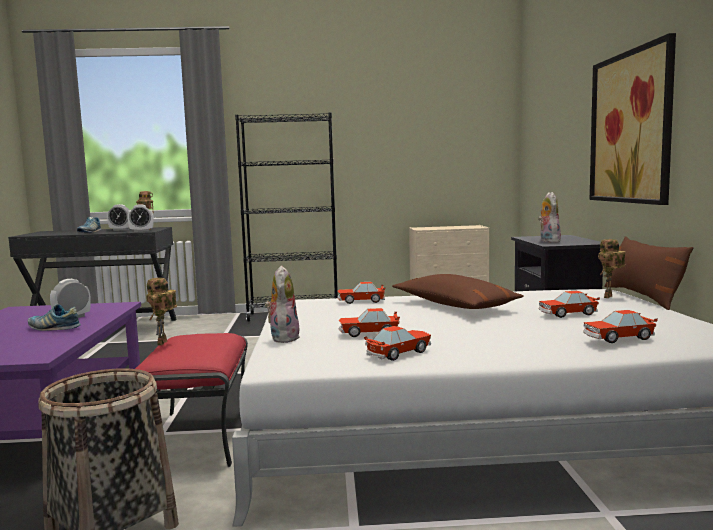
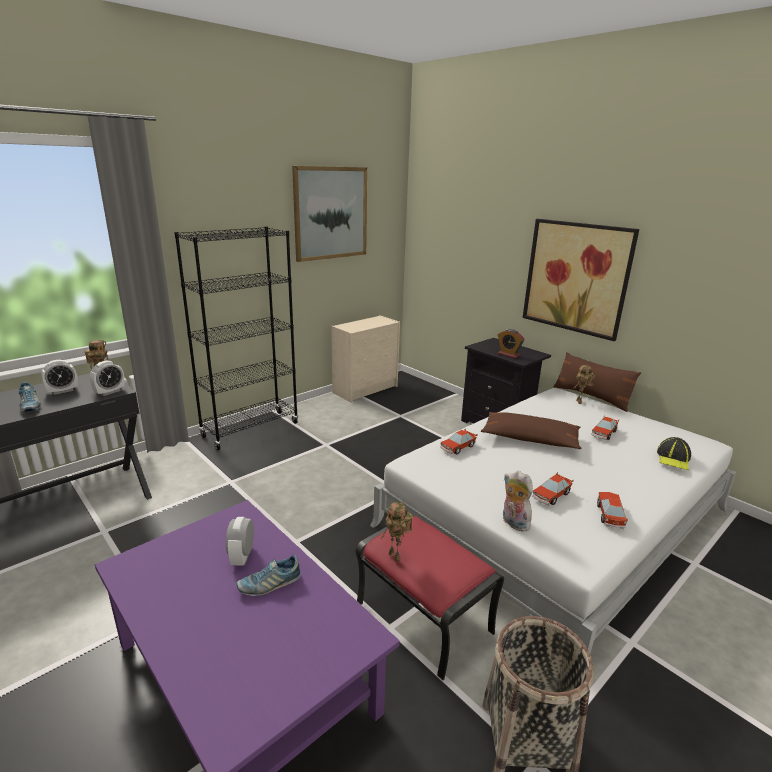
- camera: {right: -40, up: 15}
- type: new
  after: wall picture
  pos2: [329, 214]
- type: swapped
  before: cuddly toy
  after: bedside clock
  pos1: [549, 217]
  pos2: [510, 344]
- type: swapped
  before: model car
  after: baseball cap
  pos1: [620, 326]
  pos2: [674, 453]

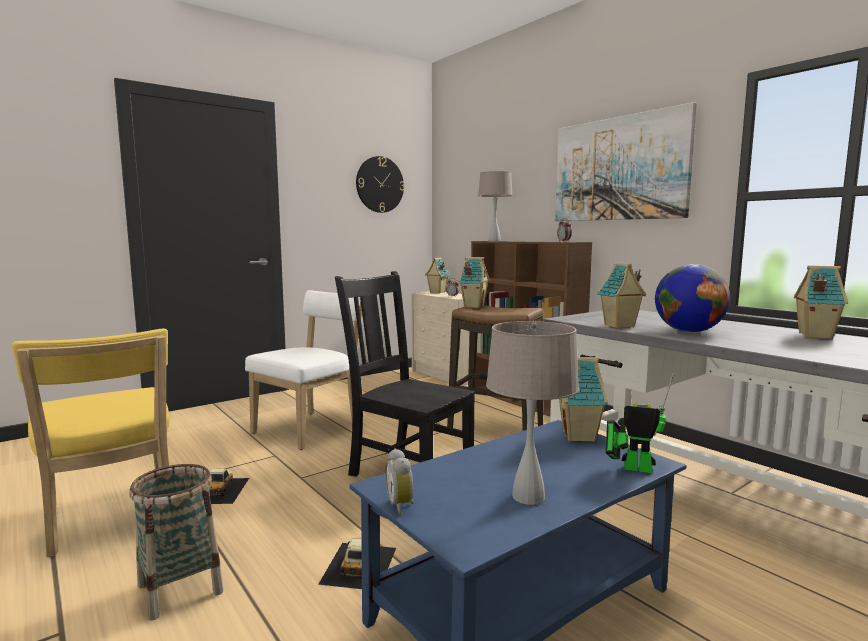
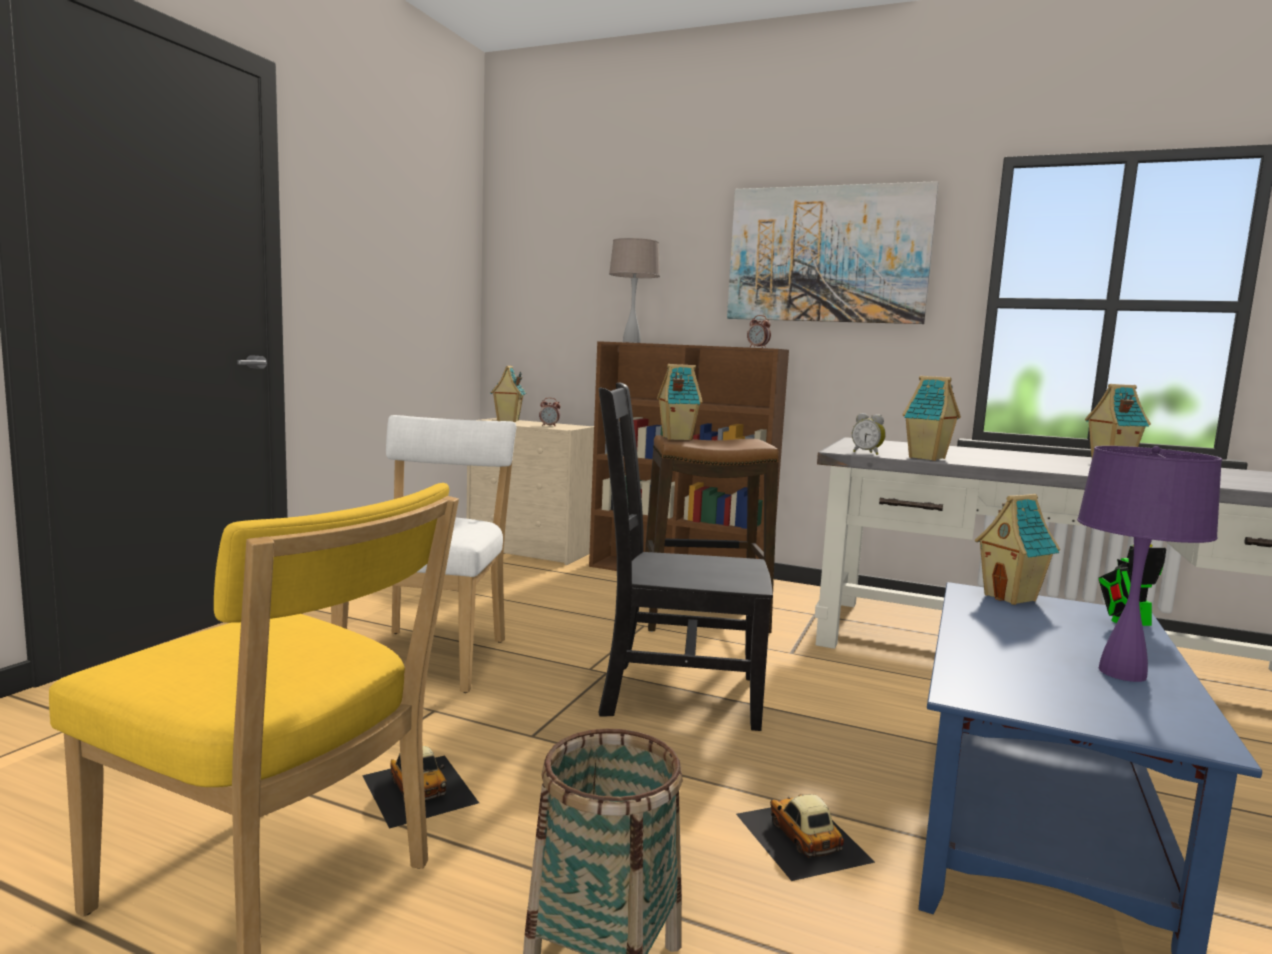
- camera: {right: -30, up: 0}
- type: shifted
  before: bedside clock
  pos1: [399, 481]
  pos2: [869, 434]
- type: repainted
  before: beige-coloured lamp for a table
  after: purple-coloured lamp for a table
  pos1: [532, 413]
  pos2: [1149, 564]
- type: gone
  before: hanging clock
  pos1: [380, 184]
- type: gone
  before: globe
  pos1: [692, 298]

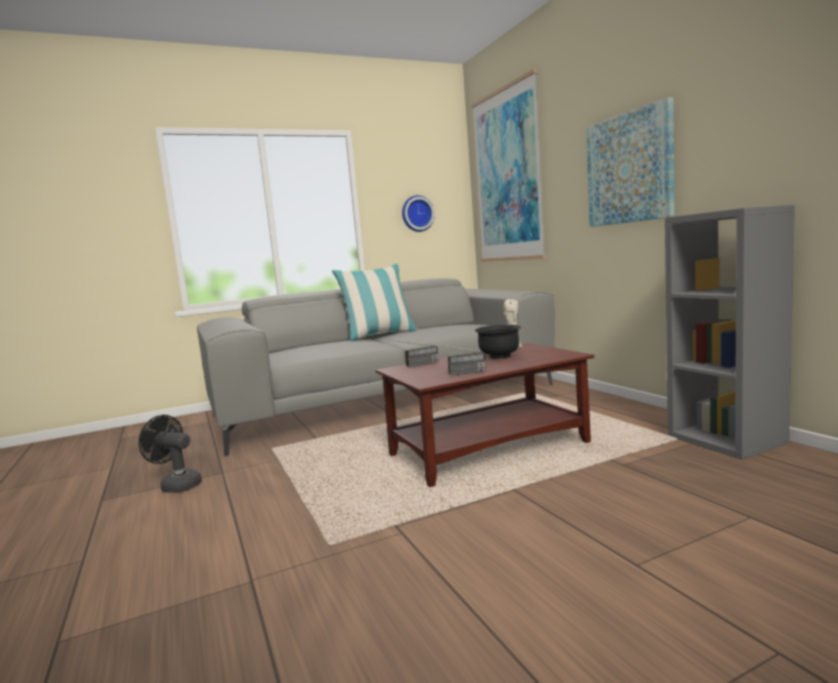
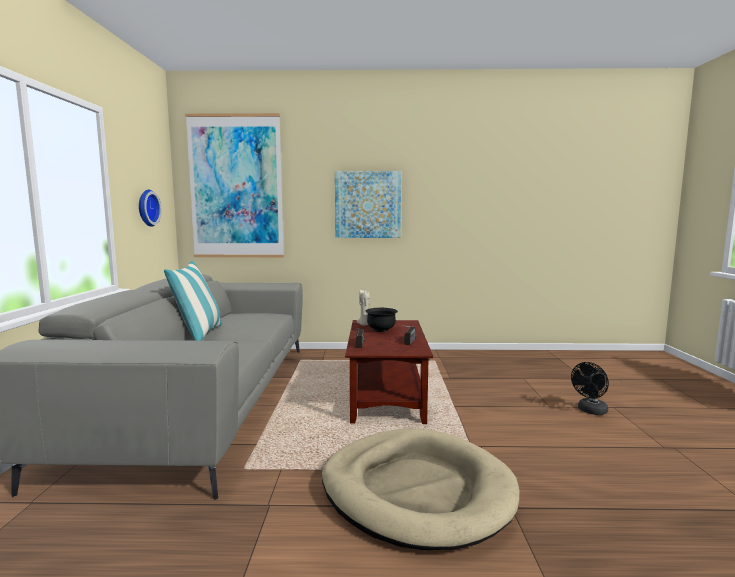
- camera: {right: -65, up: 0}
- type: new
  after: beige-coloured dog cushion
  pos2: [420, 489]
- type: shifted
  before: black cooling fan
  pos1: [170, 454]
  pos2: [590, 388]
- type: gone
  before: grey bookcase
  pos1: [730, 332]

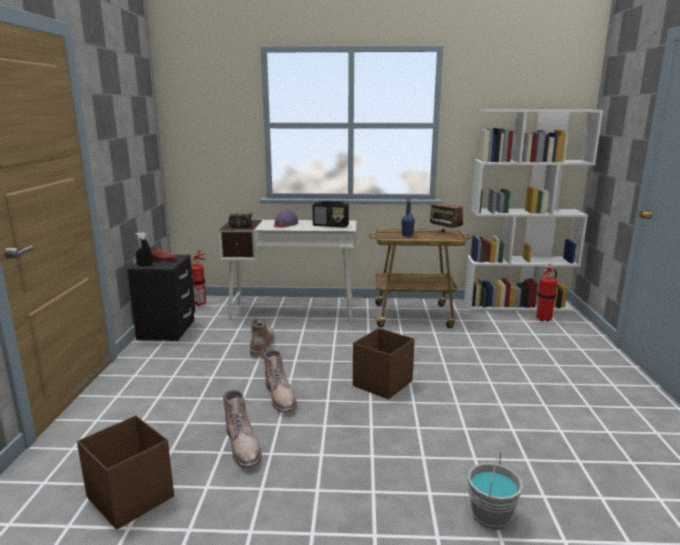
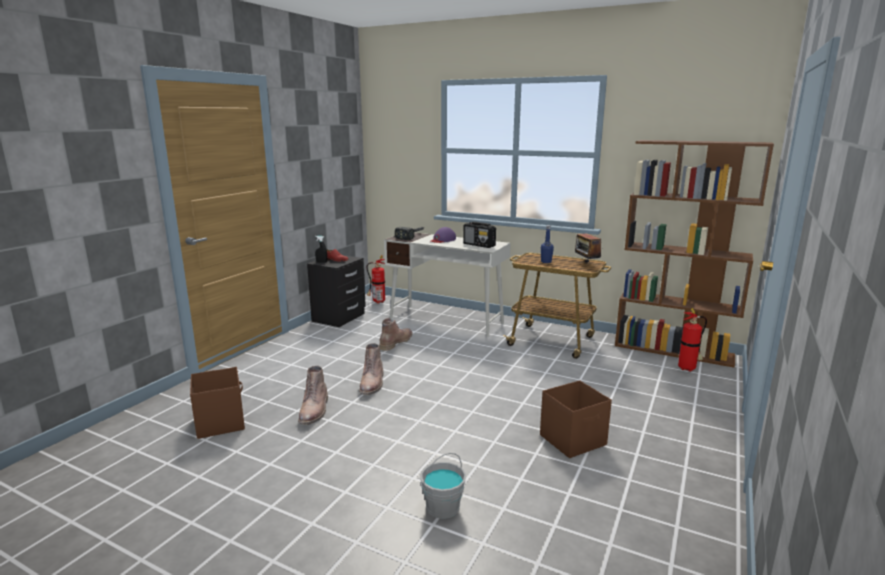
- camera: {right: 25, up: 0}
- type: shifted
  before: brown storage container
  pos1: [383, 363]
  pos2: [576, 419]
- type: repainted
  before: white-coloured bookcase
  after: brown bookcase
  pos1: [533, 211]
  pos2: [694, 254]

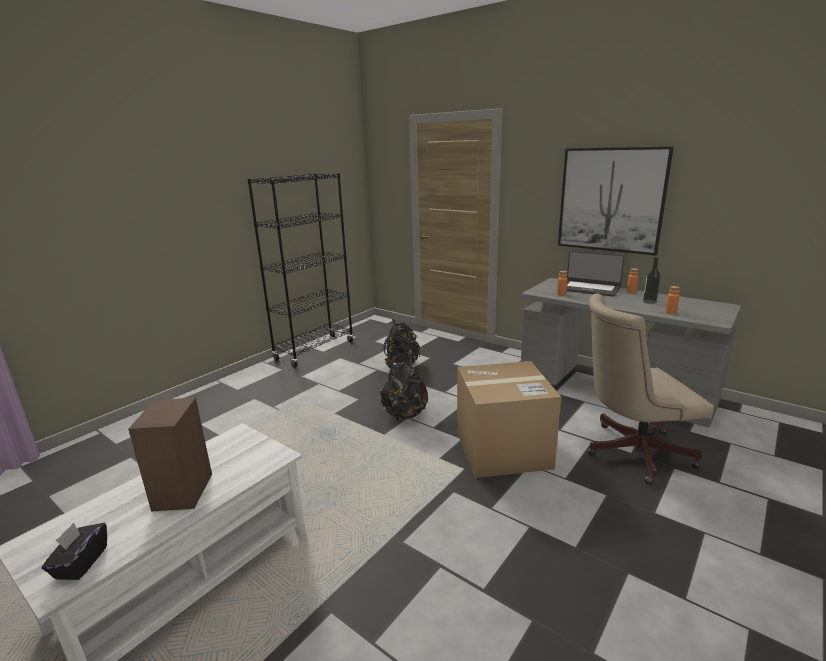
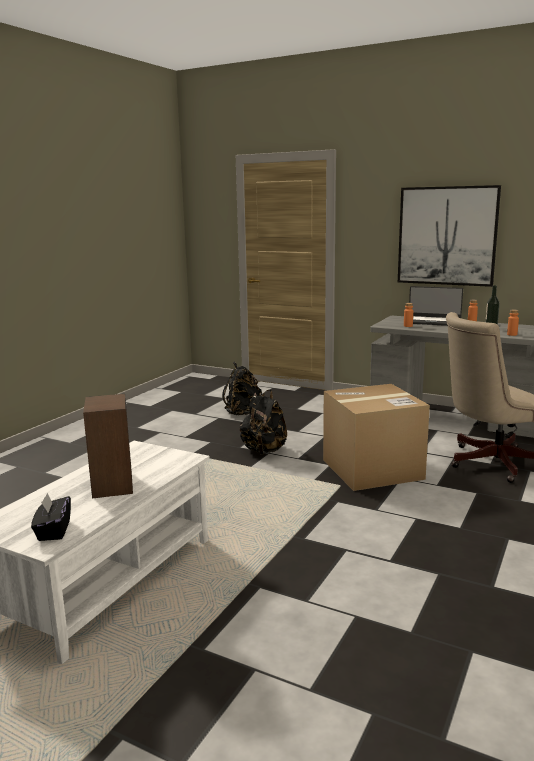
- camera: {right: -10, up: -5}
- type: gone
  before: black bookcase
  pos1: [300, 270]

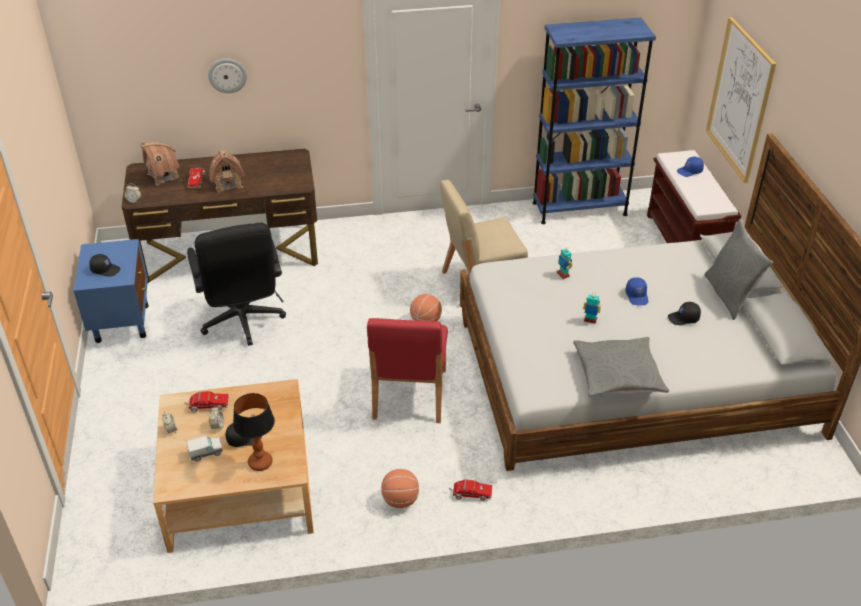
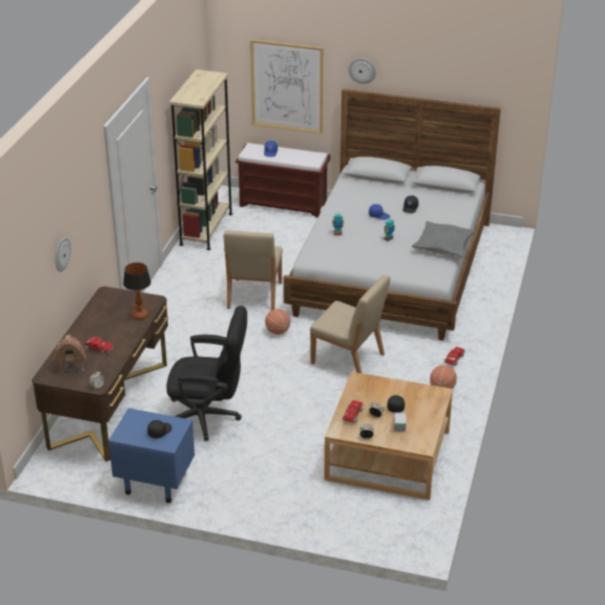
- camera: {right: -65, up: -5}
- type: shifted
  before: lamp for a table
  pos1: [254, 432]
  pos2: [137, 291]
- type: repainted
  before: blue bookcase
  after: beige-coloured bookcase
  pos1: [594, 121]
  pos2: [201, 159]
- type: repainted
  before: red-coloured plain chair
  after: beige-coloured plain chair
  pos1: [407, 370]
  pos2: [350, 324]
- type: new
  after: hanging clock
  pos2: [362, 71]
- type: gone
  before: toy house
  pos1: [227, 171]
- type: gone
  before: grey pillow
  pos1: [738, 269]

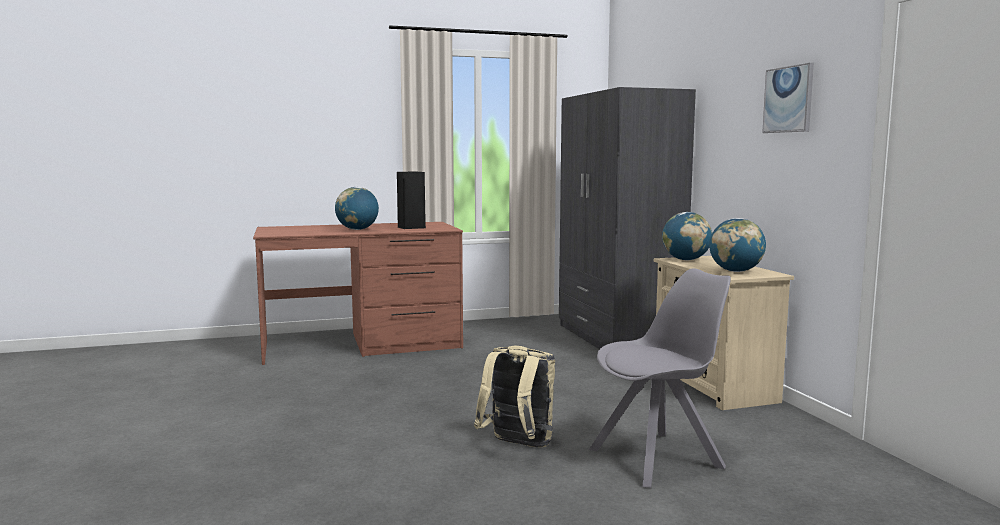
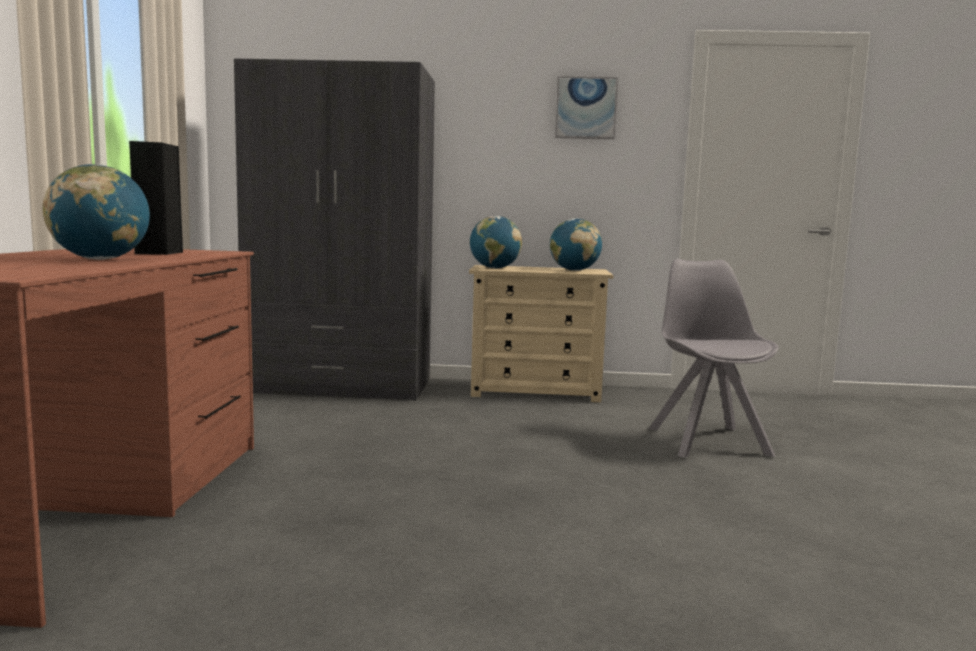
- camera: {right: -70, up: 0}
- type: gone
  before: beige-coloured knapsack
  pos1: [514, 396]

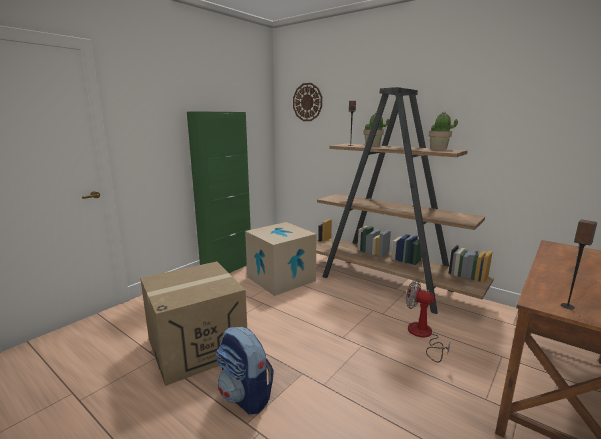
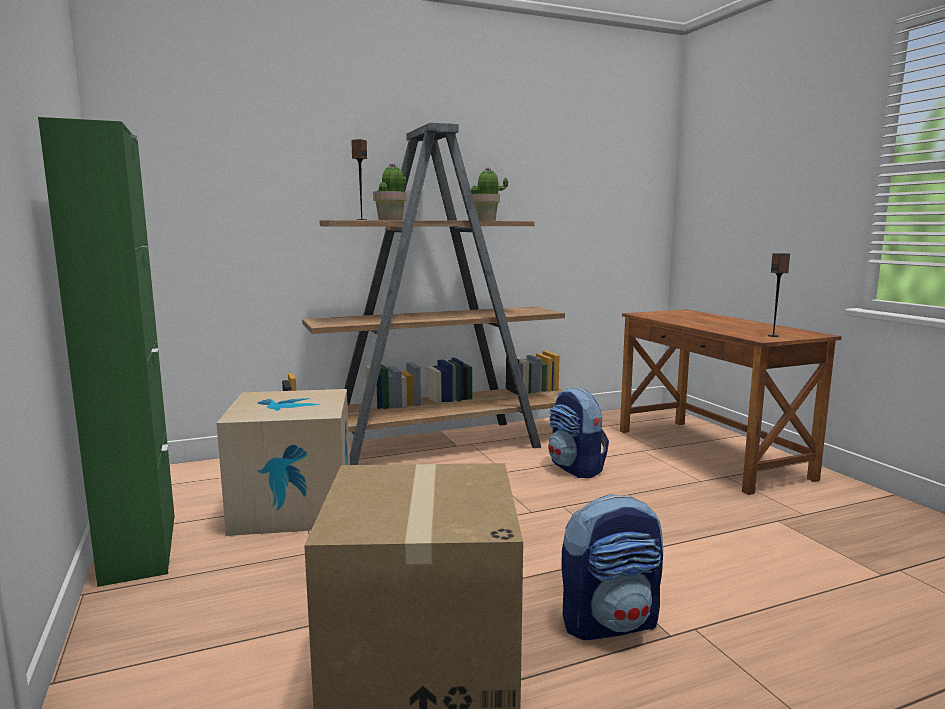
- camera: {right: -60, up: -5}
- type: swapped
  before: cooling fan
  after: knapsack
  pos1: [428, 321]
  pos2: [578, 432]
- type: gone
  before: hanging clock
  pos1: [307, 102]

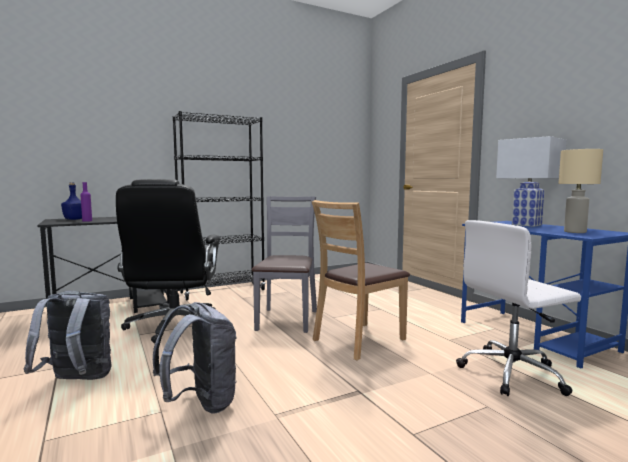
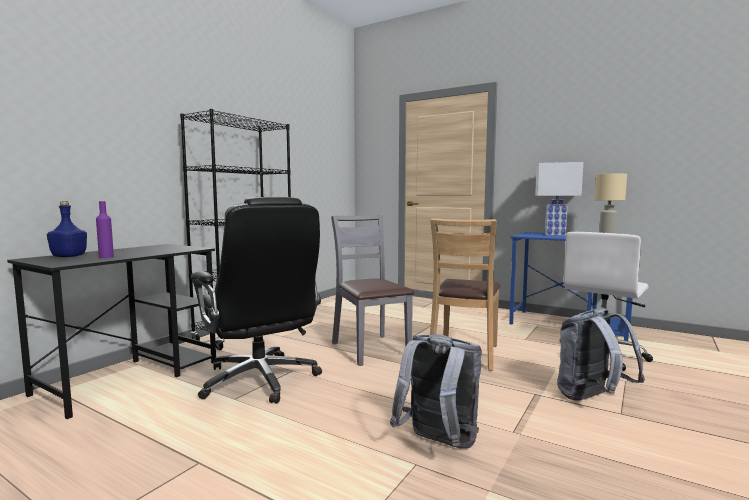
- camera: {right: -30, up: 0}
- type: shifted
  before: grey knapsack
  pos1: [68, 335]
  pos2: [601, 354]

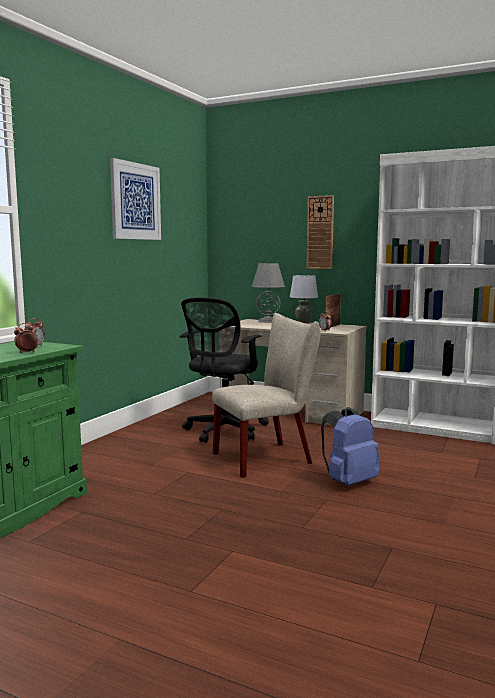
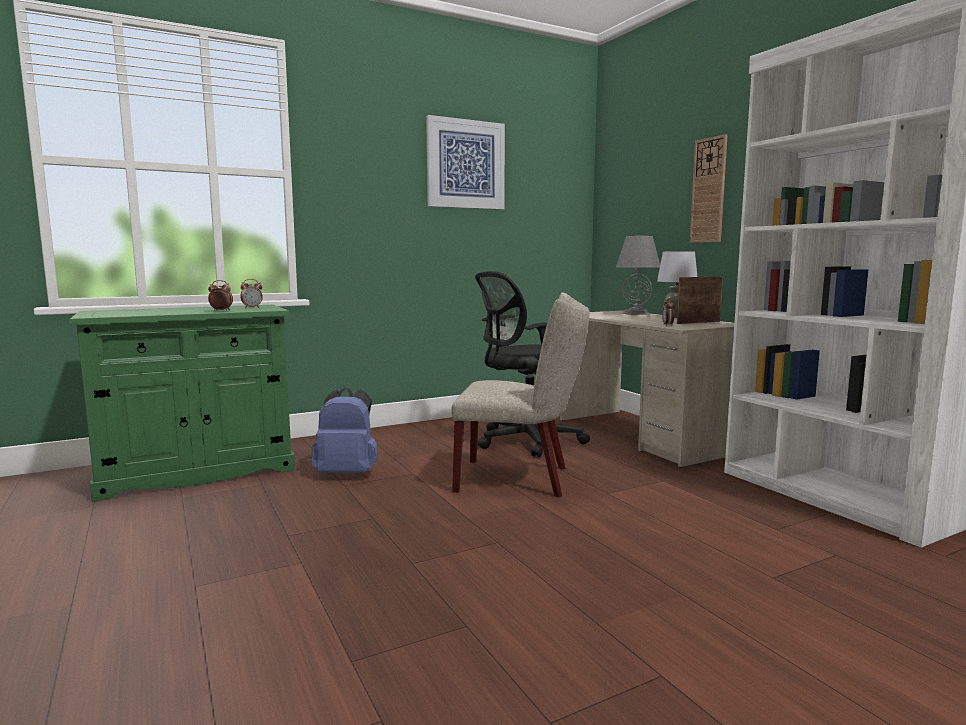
- camera: {right: 35, up: 0}
- type: shifted
  before: blue knapsack
  pos1: [350, 446]
  pos2: [344, 430]

